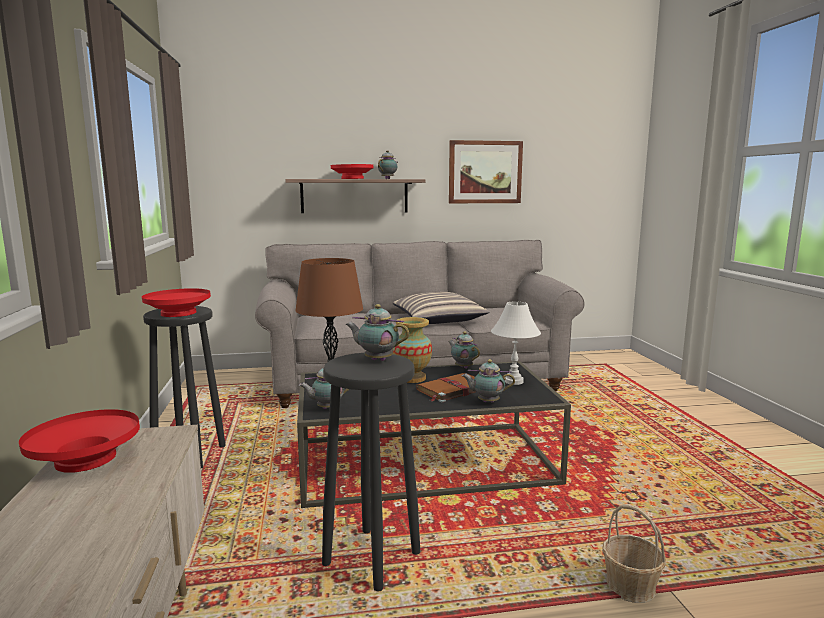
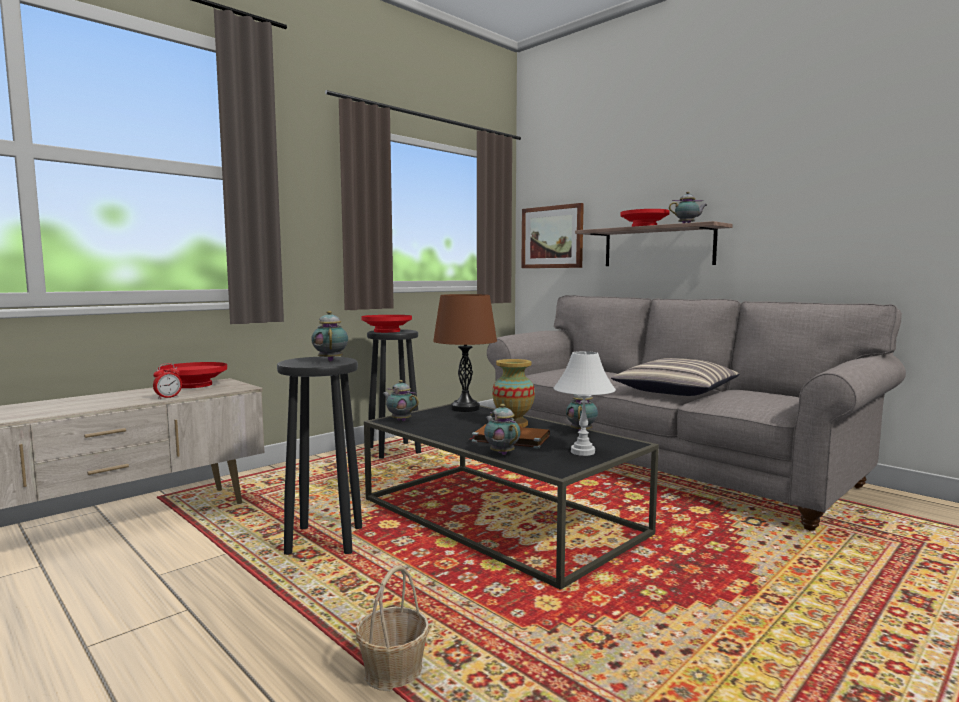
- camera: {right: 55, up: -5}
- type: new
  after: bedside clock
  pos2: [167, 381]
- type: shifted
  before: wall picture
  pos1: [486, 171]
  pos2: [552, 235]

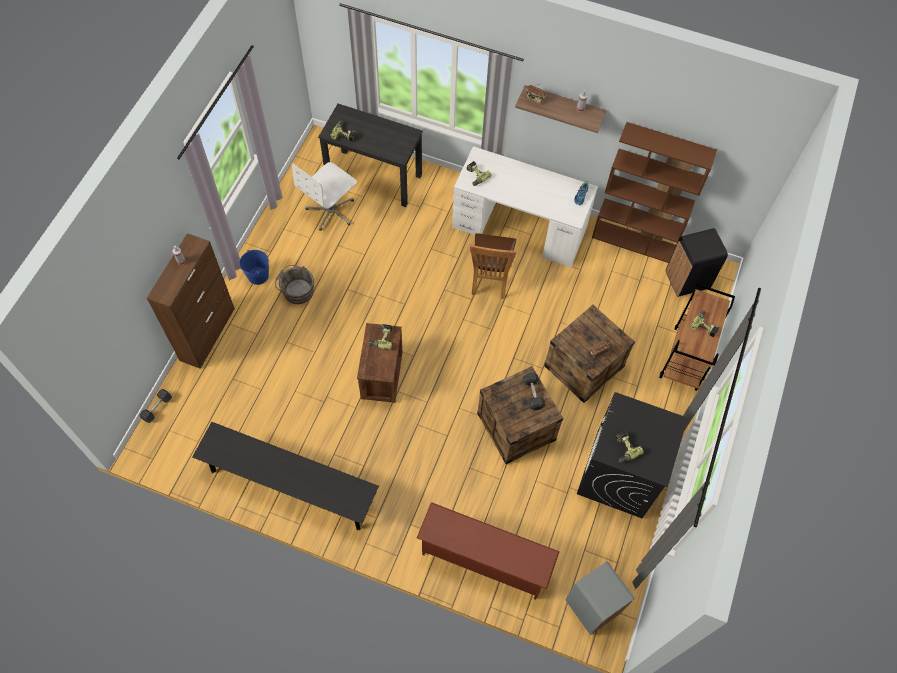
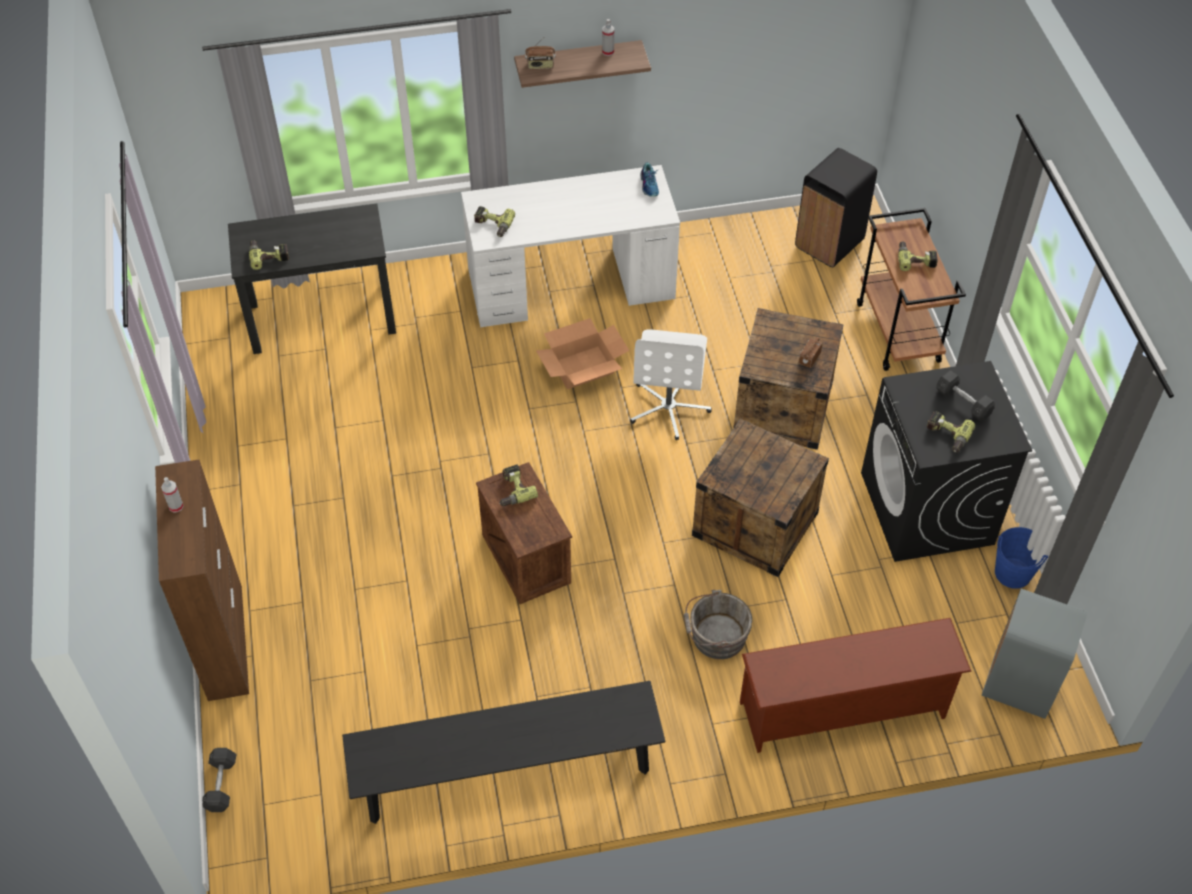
- camera: {right: -30, up: -10}
- type: swapped
  before: brown plain chair
  after: packing box
  pos1: [493, 266]
  pos2: [582, 353]
- type: shifted
  before: white-coloured office chair
  pos1: [324, 196]
  pos2: [671, 384]
- type: shifted
  before: grey bucket
  pos1: [294, 284]
  pos2: [718, 624]
- type: shifted
  before: grey free weight
  pos1: [534, 391]
  pos2: [965, 395]
- type: shifted
  before: blue bucket
  pos1: [254, 267]
  pos2: [1022, 558]
- type: gone
  before: brown bookcase
  pos1: [654, 192]

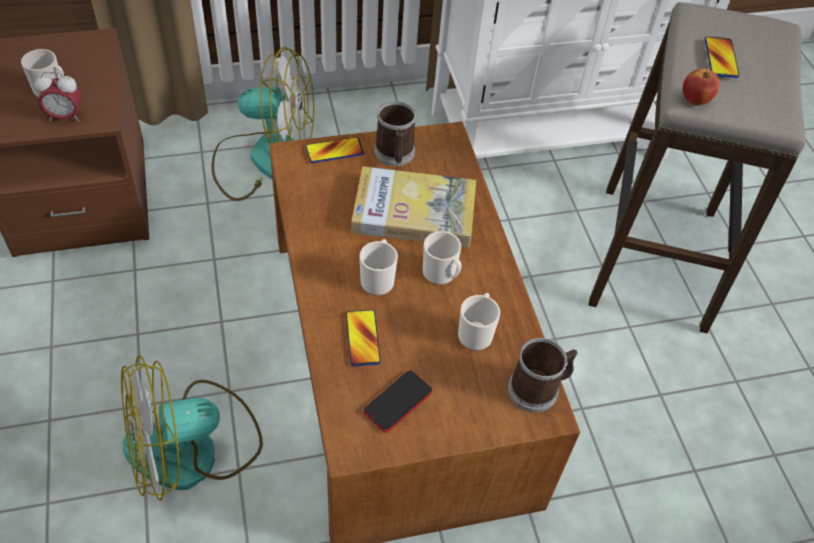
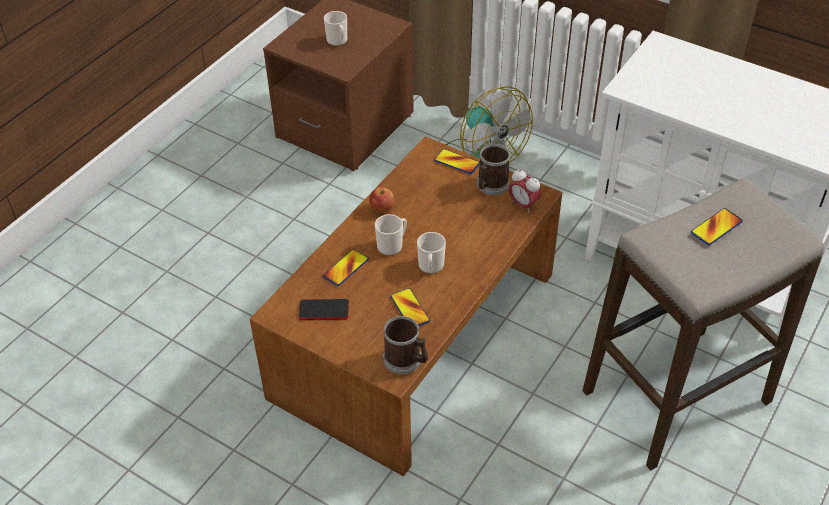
- camera: {right: 50, up: -5}
- type: shifted
  before: apple fruit
  pos1: [701, 87]
  pos2: [382, 199]
- type: swapped
  before: mug
  after: phone
  pos1: [479, 322]
  pos2: [410, 307]
- type: shifted
  before: bedside clock
  pos1: [58, 97]
  pos2: [525, 191]
- type: gone
  before: cooling fan
  pos1: [192, 428]
- type: gone
  before: volume
  pos1: [413, 206]

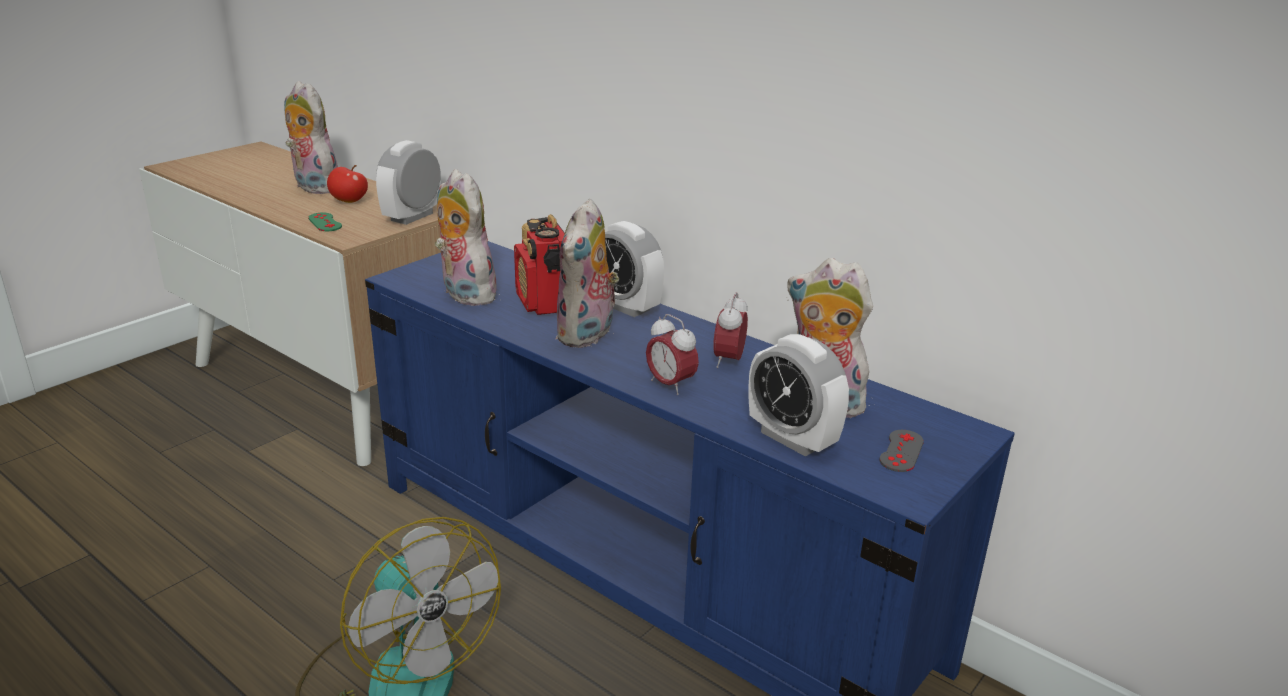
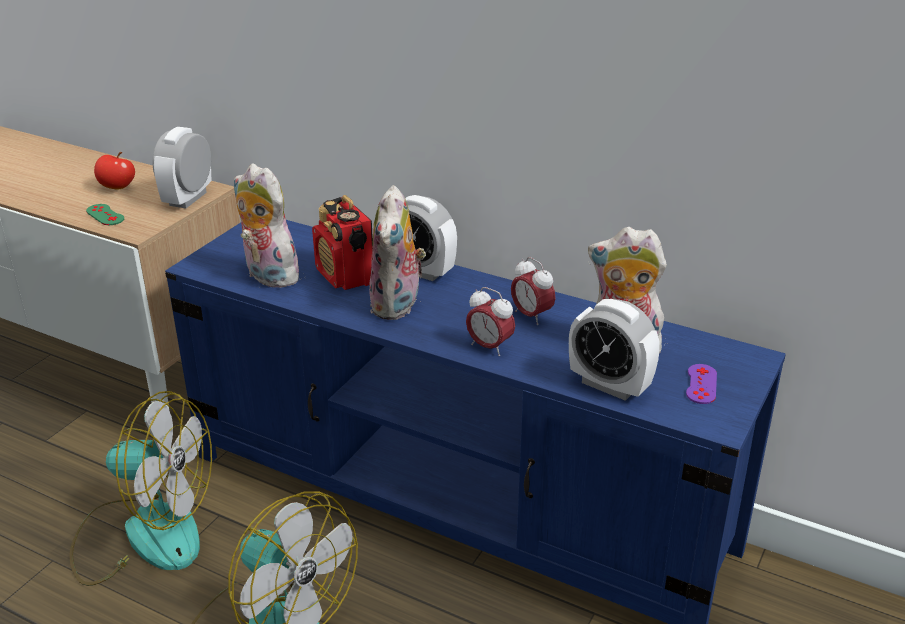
- camera: {right: -10, up: 5}
- type: new
  after: cooling fan
  pos2: [140, 488]
- type: rotated
  before: bedside clock
  pos1: [730, 330]
  pos2: [533, 291]
  turn: -45
- type: repainted
  before: grey gamepad
  after: purple-coloured gamepad
  pos1: [901, 451]
  pos2: [701, 384]
- type: gone
  before: cuddly toy
  pos1: [311, 137]

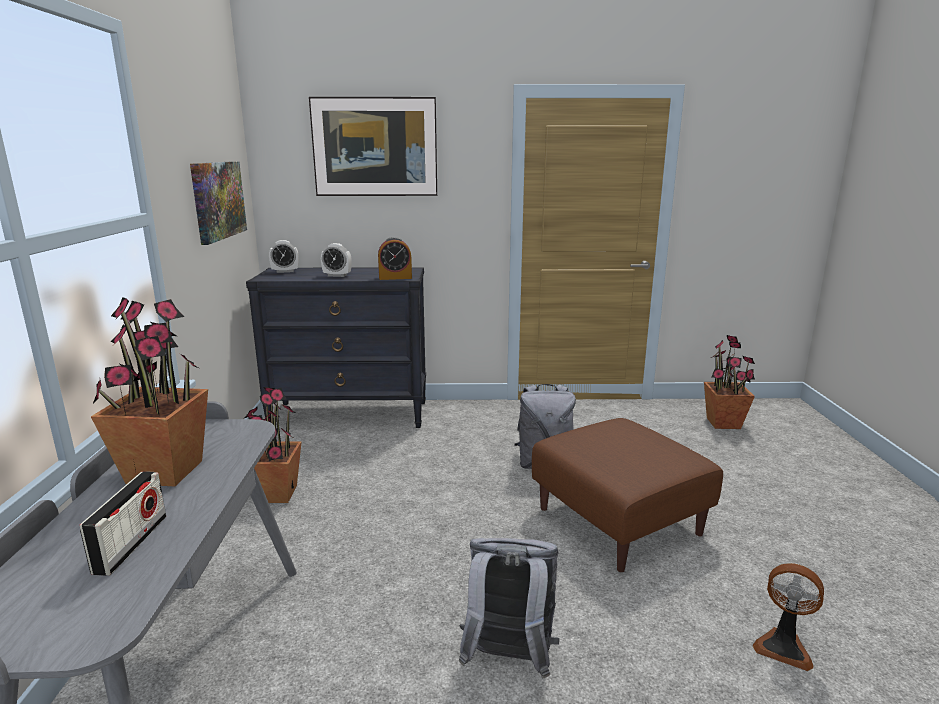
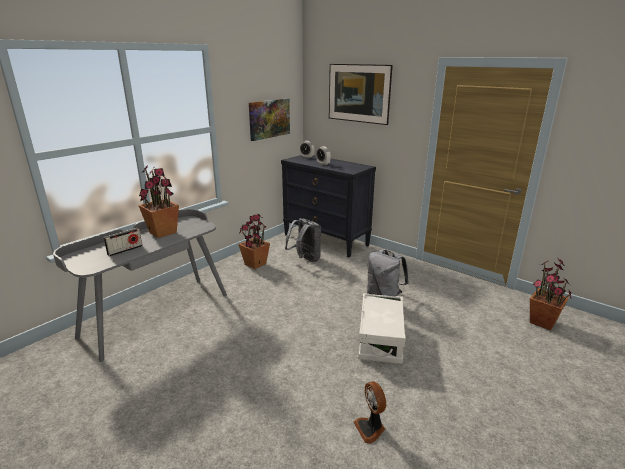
- camera: {right: 40, up: 5}
- type: shifted
  before: grey knapsack
  pos1: [509, 608]
  pos2: [303, 240]
- type: swapped
  before: brown footrest
  after: white-coloured storage container
  pos1: [627, 495]
  pos2: [382, 328]
- type: gone
  before: bedside clock
  pos1: [395, 258]

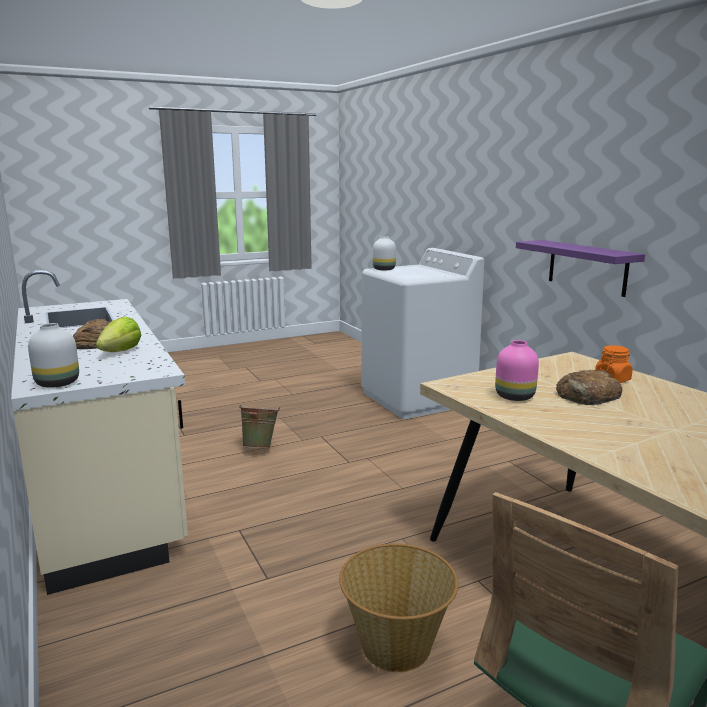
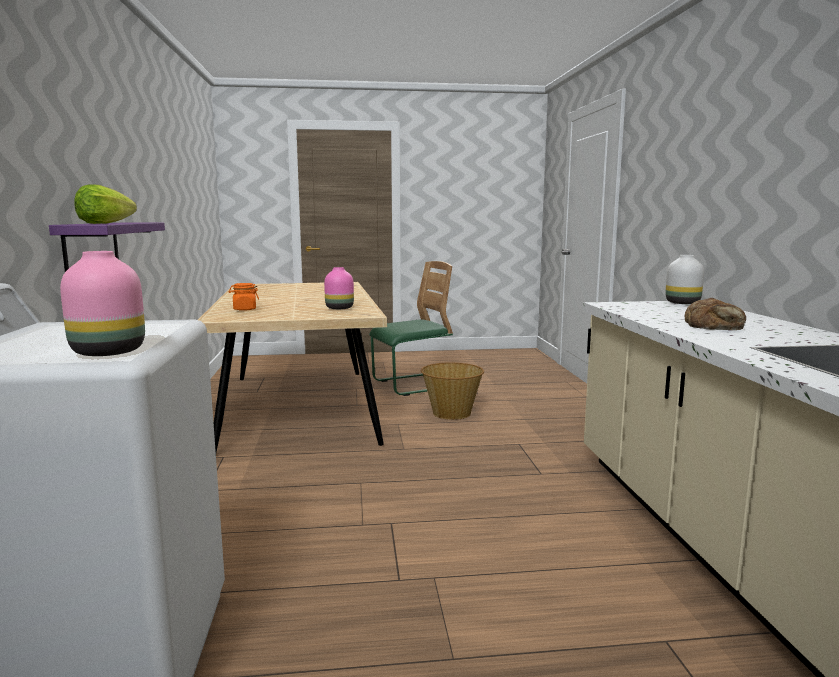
- camera: {right: -160, up: -5}
- type: repainted
  before: white-coloured decorative vase
  after: pink decorative vase
  pos1: [384, 253]
  pos2: [102, 303]
- type: shifted
  before: lettuce head
  pos1: [118, 334]
  pos2: [105, 204]
- type: gone
  before: green bucket
  pos1: [259, 426]
- type: gone
  before: bread
  pos1: [589, 387]

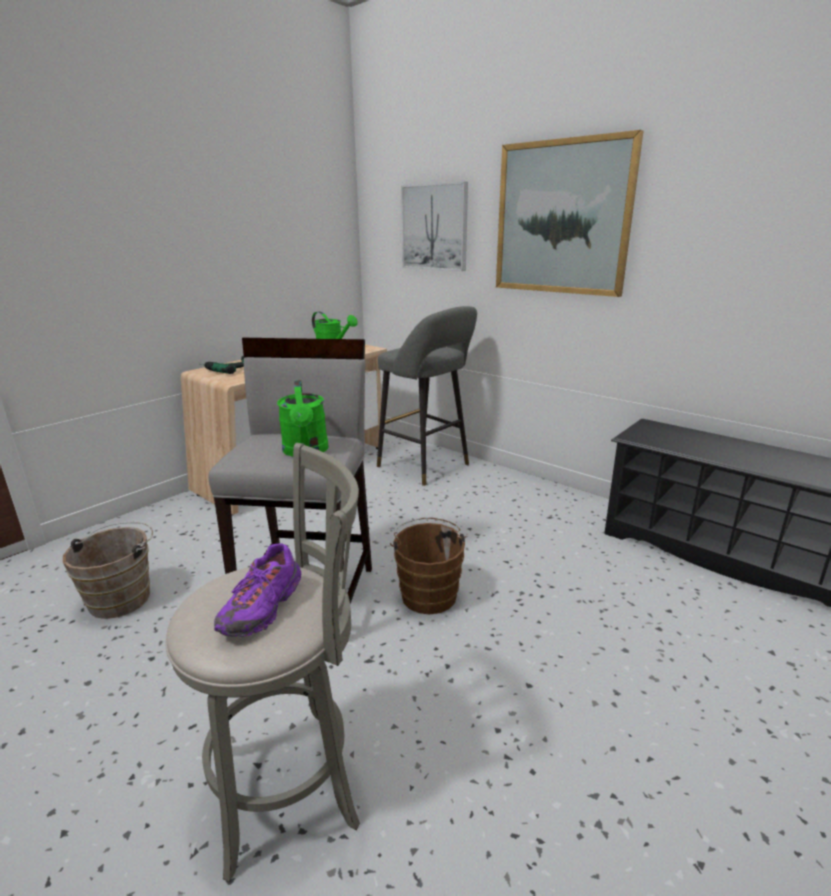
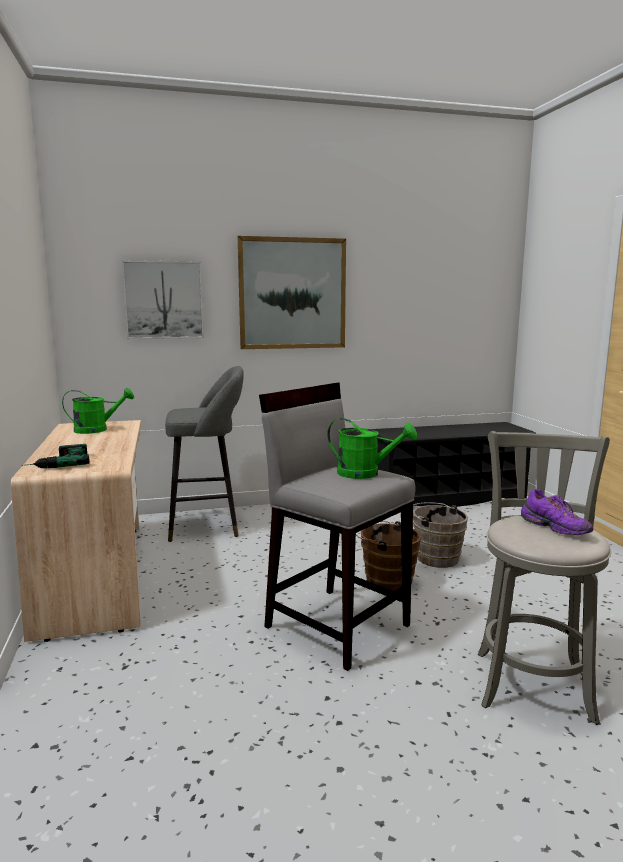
- camera: {right: -55, up: -10}
- type: shifted
  before: brown bucket
  pos1: [108, 570]
  pos2: [440, 535]

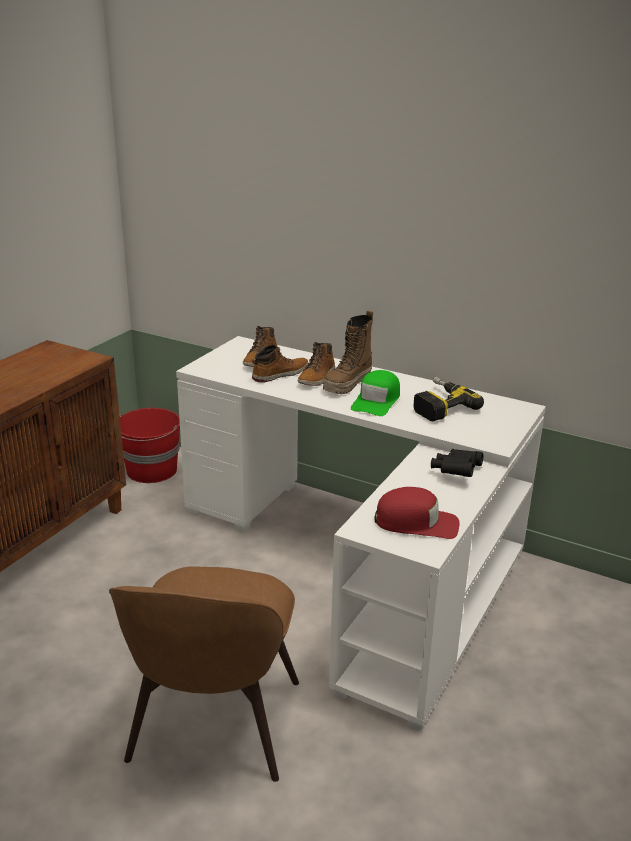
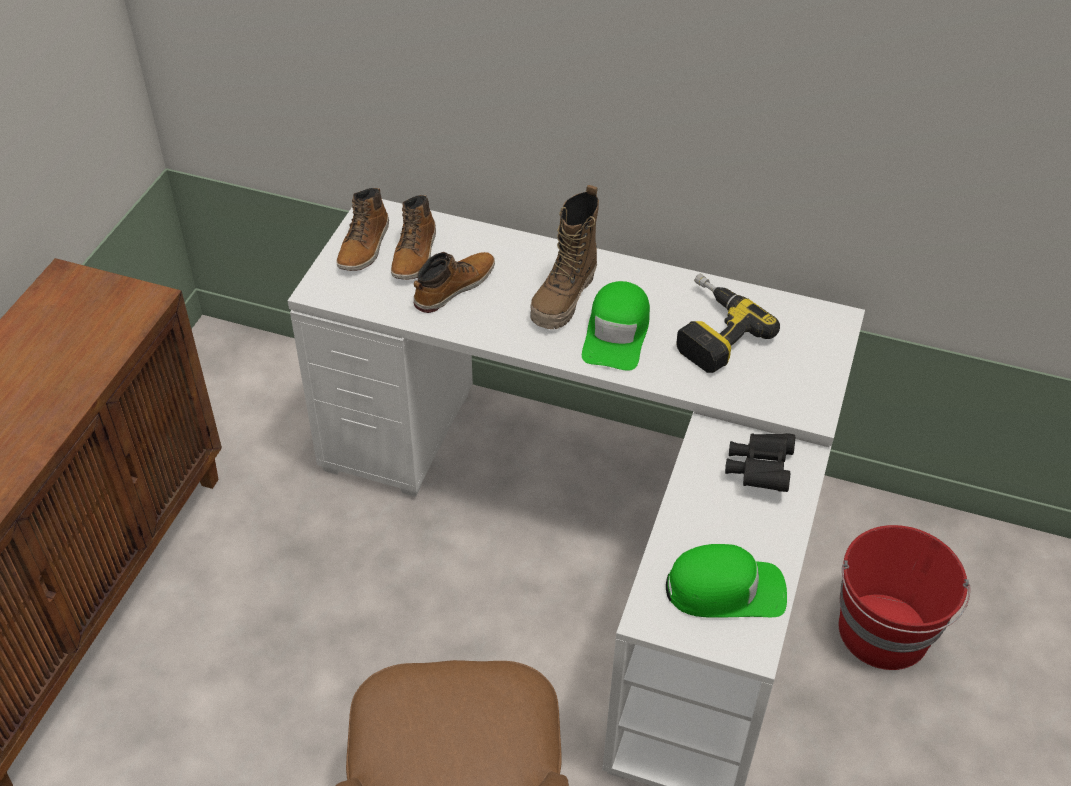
- camera: {right: -10, up: 20}
- type: shifted
  before: tall boot
  pos1: [316, 364]
  pos2: [362, 229]
- type: repainted
  before: red-coloured baseball cap
  after: green baseball cap
  pos1: [417, 513]
  pos2: [726, 581]
- type: shifted
  before: red-coloured bucket
  pos1: [149, 445]
  pos2: [904, 597]

